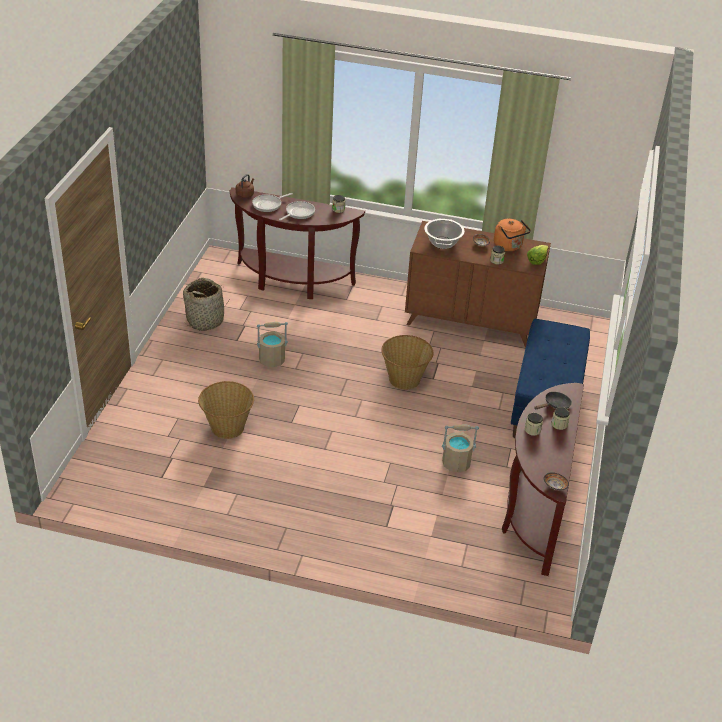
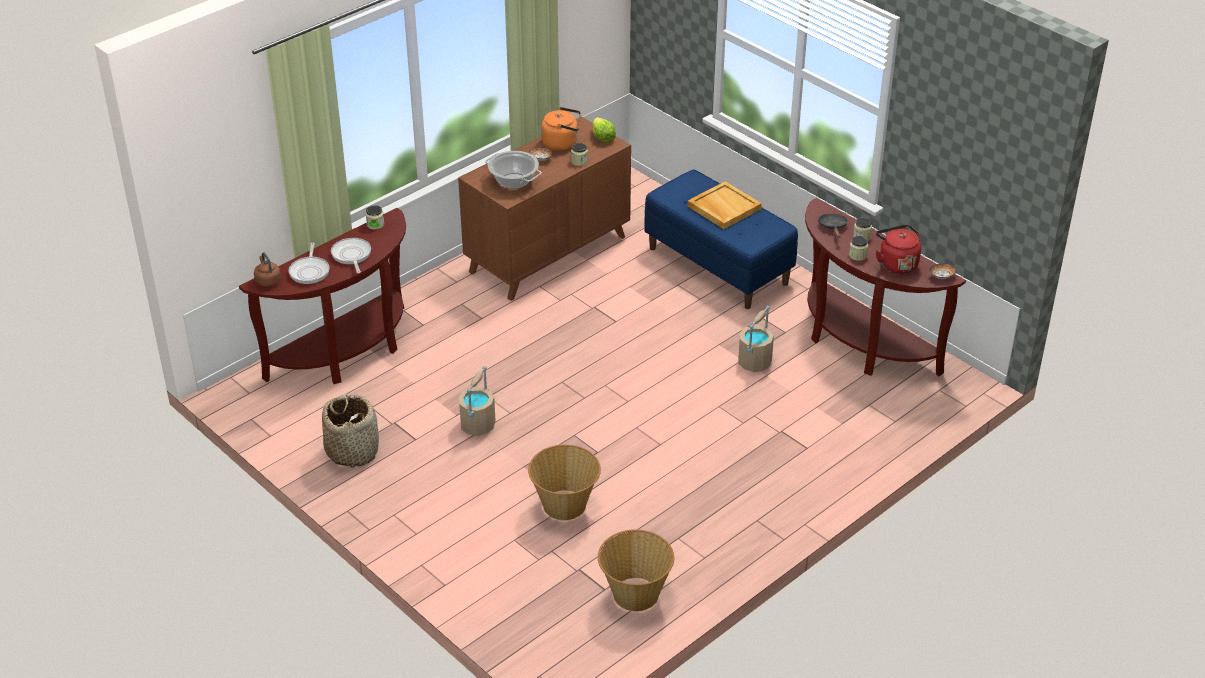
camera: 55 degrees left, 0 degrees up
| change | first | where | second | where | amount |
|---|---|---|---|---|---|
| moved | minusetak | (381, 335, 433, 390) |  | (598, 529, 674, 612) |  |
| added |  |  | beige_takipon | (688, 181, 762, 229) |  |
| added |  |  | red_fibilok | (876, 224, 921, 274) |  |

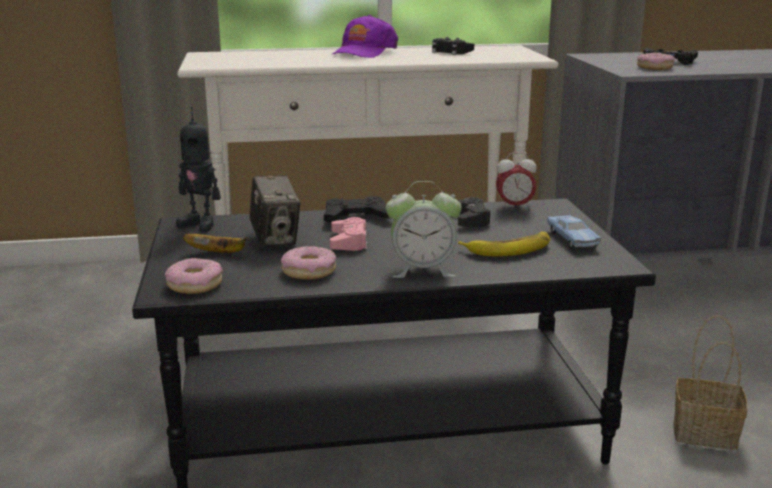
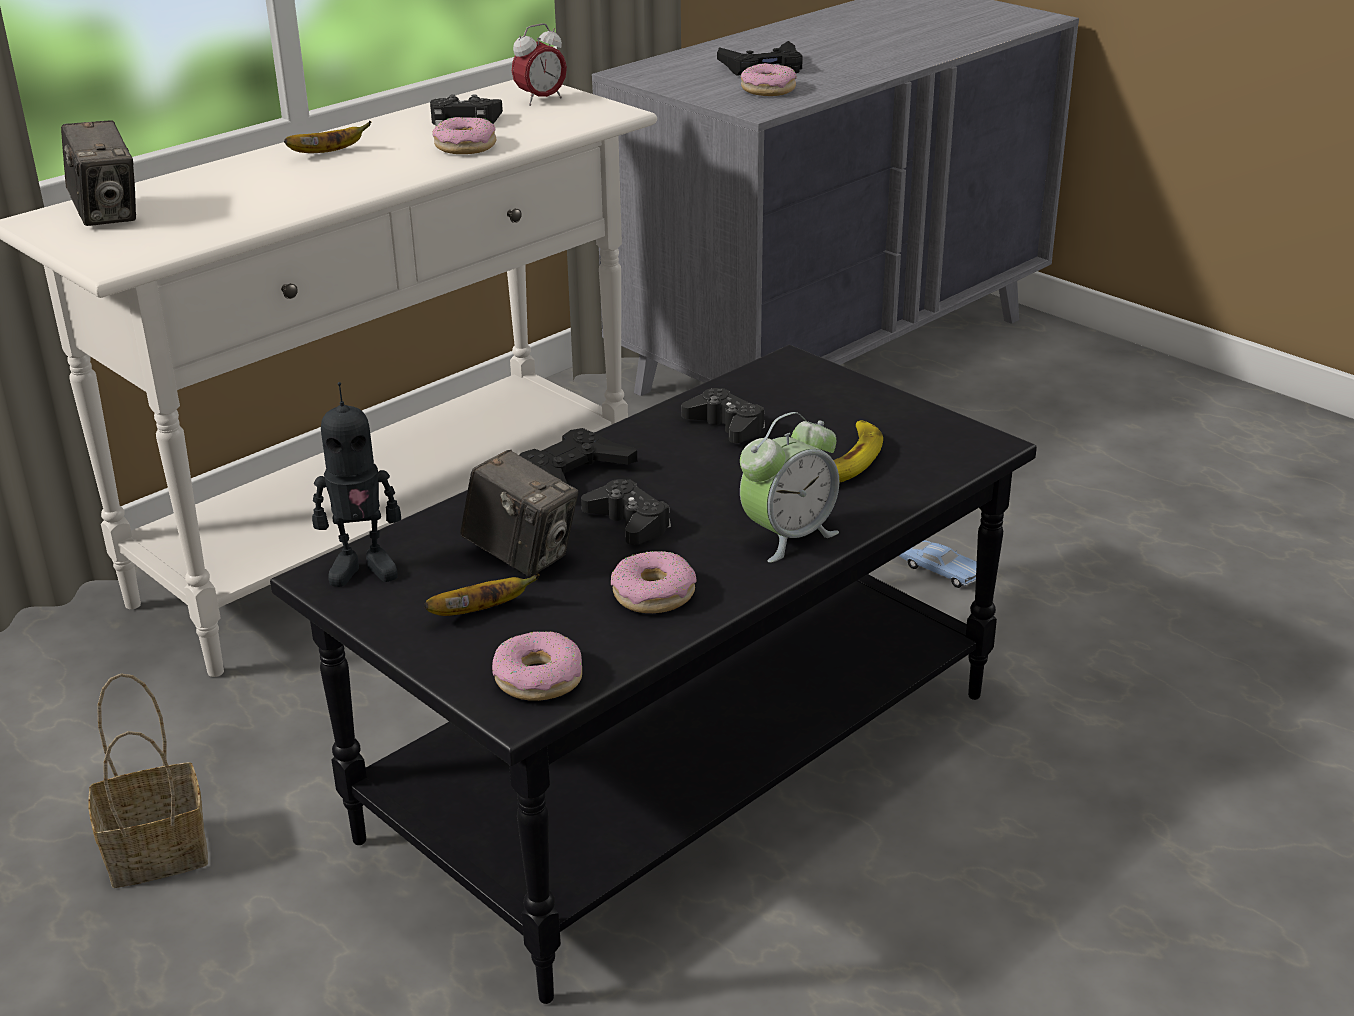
camera: 35 degrees left, 10 degrees up
| change | first | where | second | where | amount |
|---|---|---|---|---|---|
| replaced | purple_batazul | (331, 15, 398, 58) | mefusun | (284, 121, 371, 153) |  |
| moved | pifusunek | (496, 153, 537, 209) |  | (512, 23, 567, 106) |  |
| moved | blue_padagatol | (547, 215, 601, 249) |  | (899, 540, 977, 588) |  |
| recoloured | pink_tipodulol | (330, 217, 368, 251) | black_tipodulol | (581, 479, 671, 545) |  |
| moved | minusetak | (673, 315, 748, 450) |  | (89, 673, 208, 888) |  |
| added |  |  | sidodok | (432, 117, 496, 154) |  |
| added |  |  | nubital | (61, 120, 136, 226) |  |

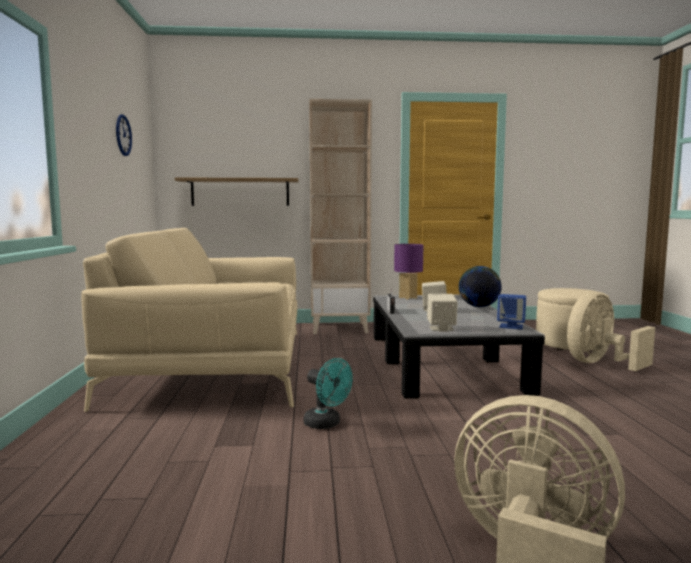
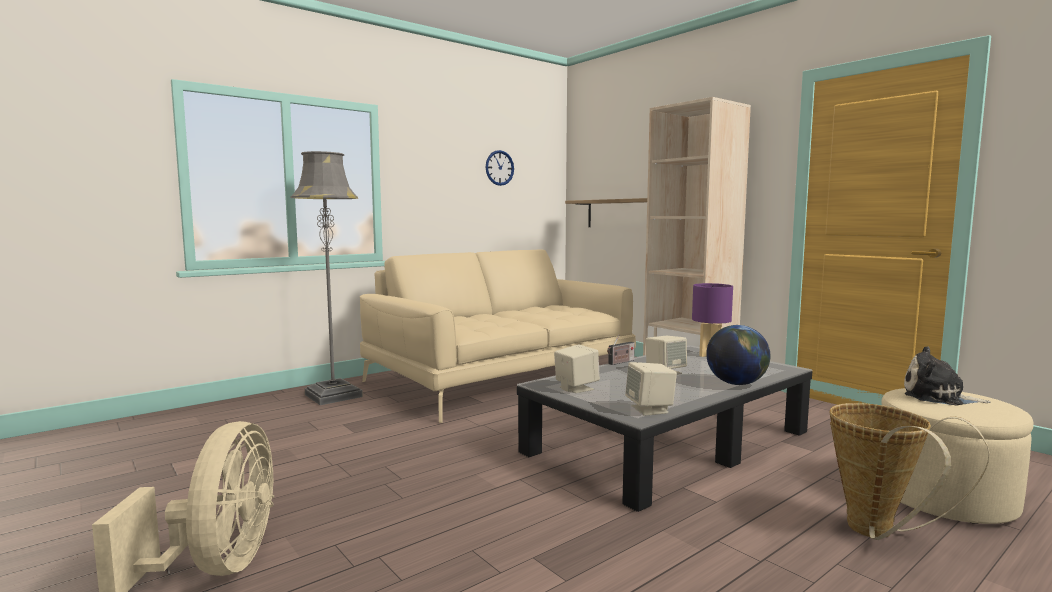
camera: 55 degrees right, 0 degrees up
| change | first | where | second | where | amount |
|---|---|---|---|---|---|
| replaced | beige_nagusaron | (567, 292, 655, 371) | minusetak | (829, 403, 989, 540) |  |
| recoloured | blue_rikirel | (497, 294, 526, 330) | beige_rikirel | (625, 362, 677, 416) |  |
| removed | turquoise_nagusaron | (303, 358, 353, 429) |  |  |  |
| added |  |  | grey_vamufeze | (291, 151, 363, 405) |  |
| added |  |  | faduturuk | (904, 346, 990, 406) |  |

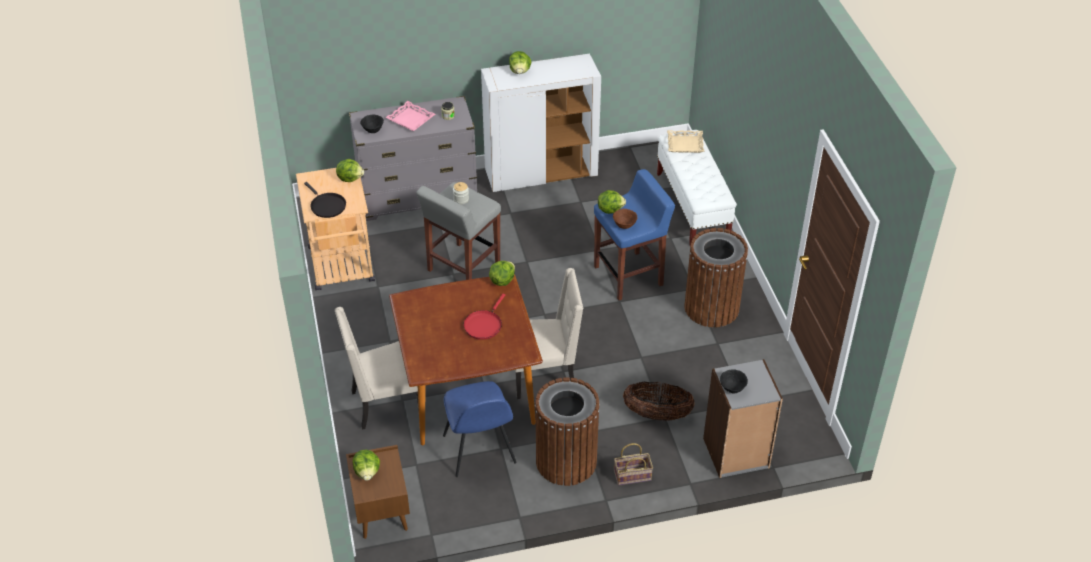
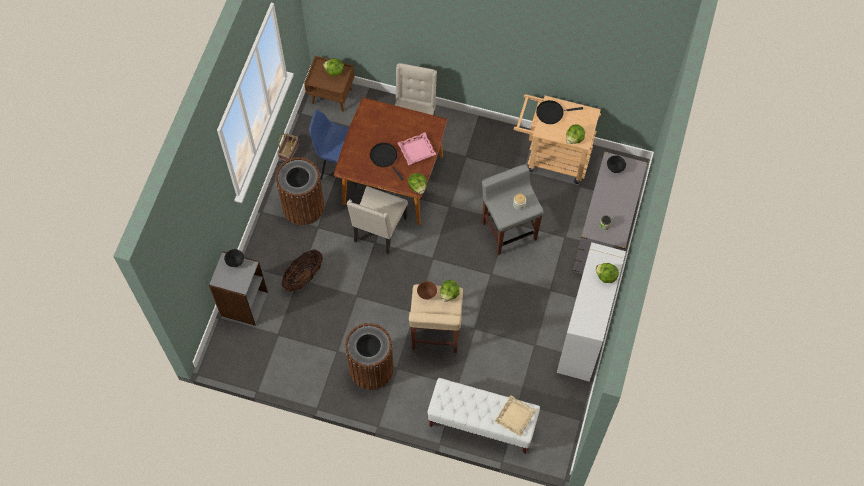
camera: 120 degrees right, 20 degrees up
| change | first | where | second | where | amount |
|---|---|---|---|---|---|
| moved | pink_takipon | (385, 101, 435, 131) |  | (398, 132, 437, 165) |  |
| recoloured | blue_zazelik | (594, 169, 675, 300) | beige_zazelik | (409, 284, 463, 353) |  |
| recoloured | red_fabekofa | (463, 294, 505, 340) | black_fabekofa | (370, 143, 403, 181) |  |
| moved | minusetak | (614, 443, 653, 486) |  | (277, 133, 299, 161) |  |

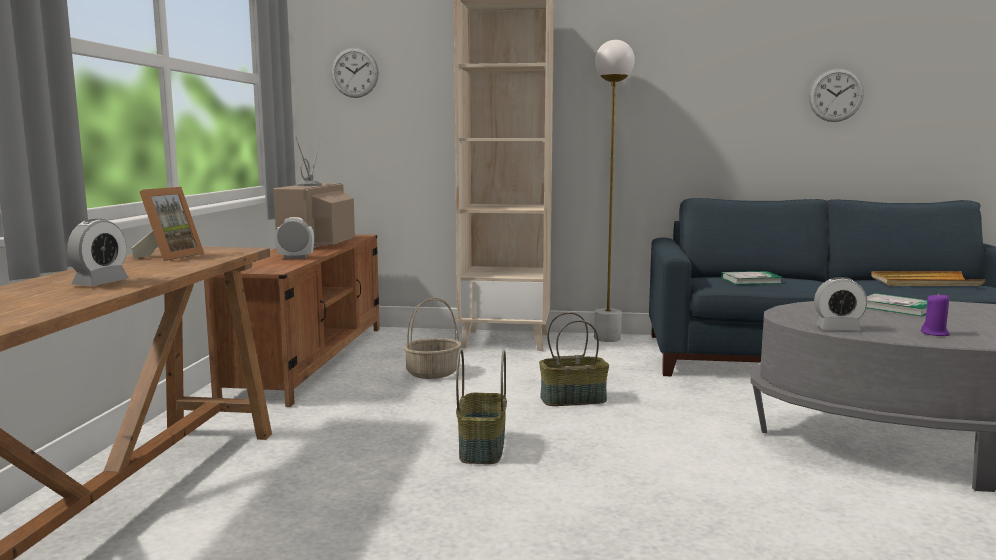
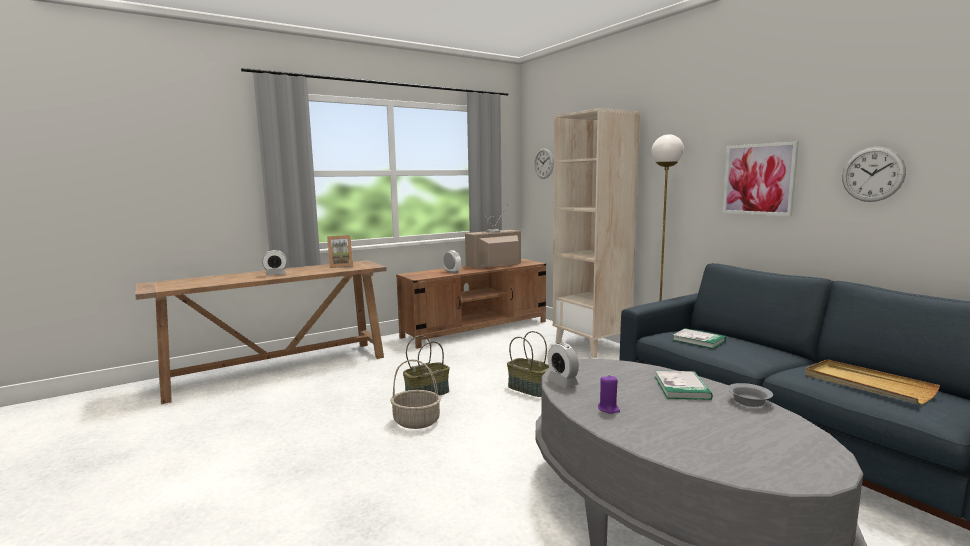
camera: 50 degrees right, 0 degrees up
| change | first | where | second | where | amount |
|---|---|---|---|---|---|
| moved | minusetak | (404, 298, 462, 379) |  | (390, 359, 441, 429) |  |
| added |  |  | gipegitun | (723, 141, 799, 216) |  |
| added |  |  | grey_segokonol | (728, 383, 773, 407) |  |

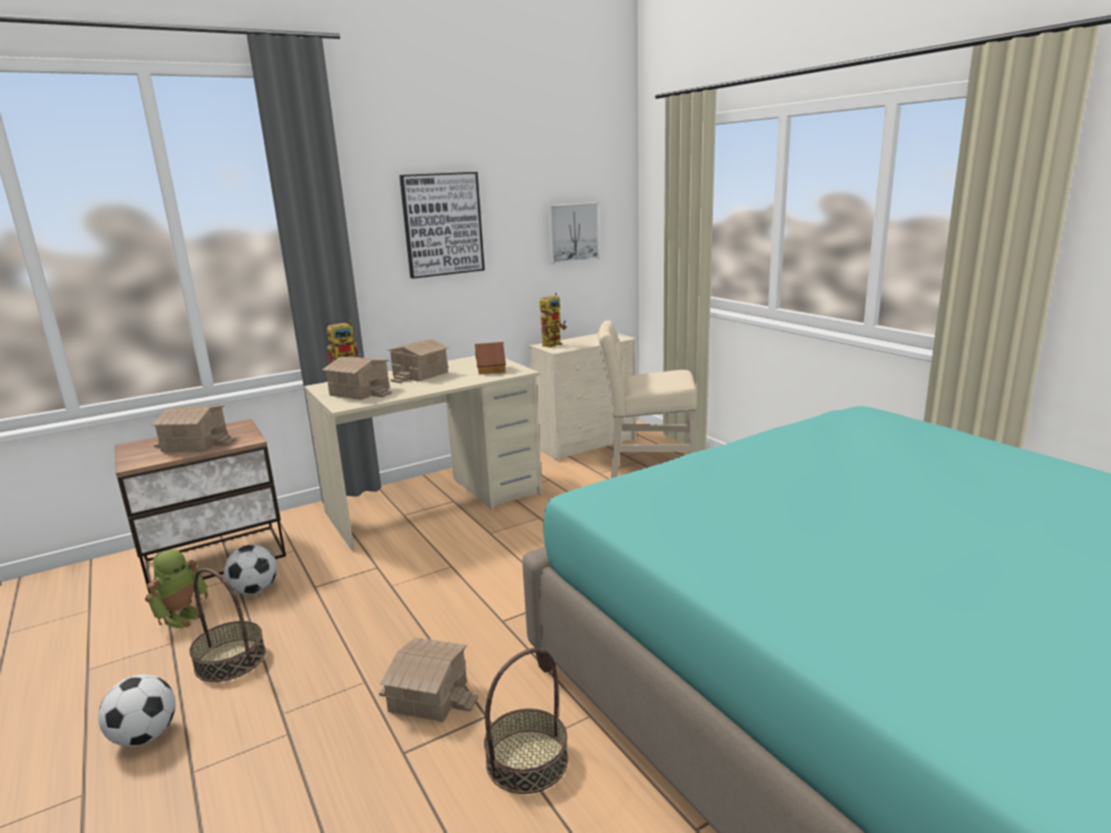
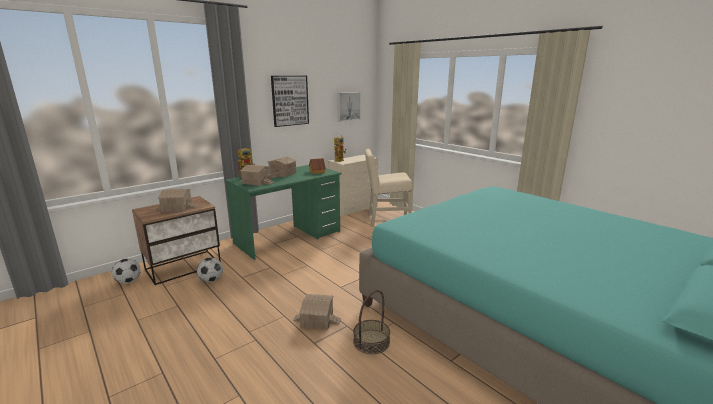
camera: 10 degrees left, 0 degrees up
| change | first | where | second | where | amount |
|---|---|---|---|---|---|
| recoloured | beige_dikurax | (304, 356, 542, 550) | green_dikurax | (225, 165, 341, 260) |  |
| removed | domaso | (145, 550, 208, 628) |  |  |  |
| removed | minusetak | (189, 568, 266, 682) |  |  |  |
| moved | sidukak | (98, 675, 176, 747) |  | (112, 259, 141, 284) |  |

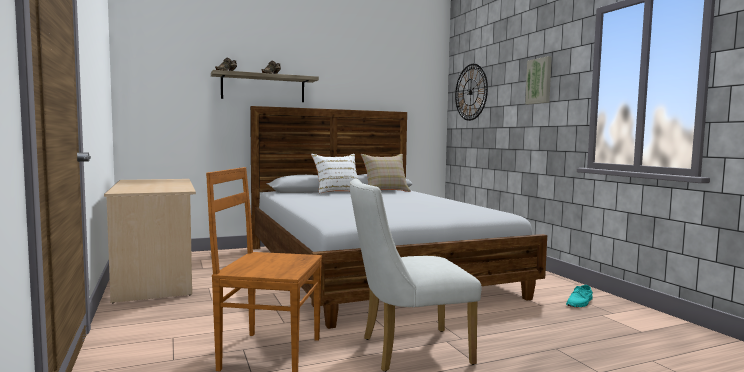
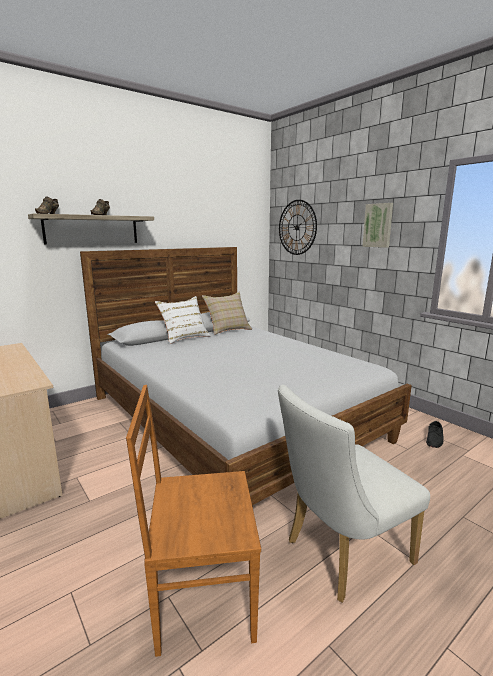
camera: 15 degrees left, 10 degrees up
| change | first | where | second | where | amount |
|---|---|---|---|---|---|
| recoloured | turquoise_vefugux | (566, 285, 593, 307) | black_vefugux | (426, 421, 444, 448) |  |

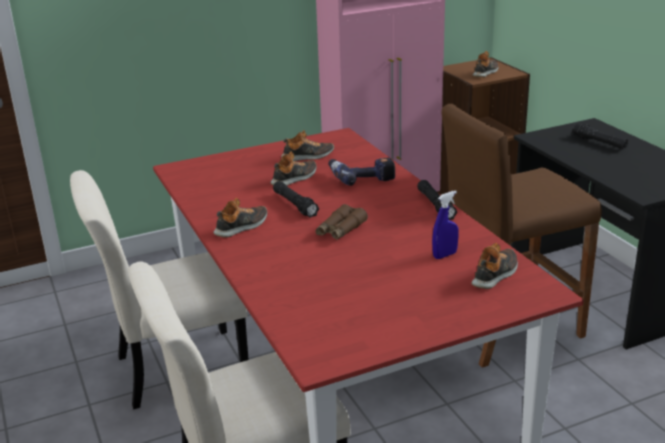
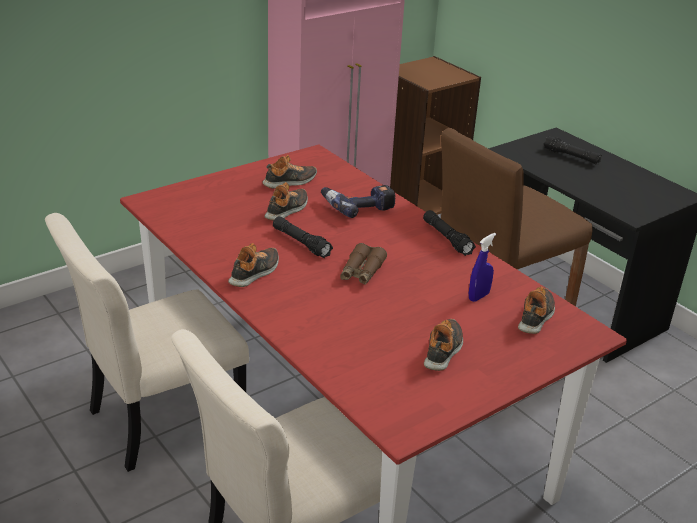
camera: 15 degrees left, 5 degrees up
| change | first | where | second | where | amount |
|---|---|---|---|---|---|
| moved | vefugux | (473, 51, 498, 77) |  | (424, 319, 463, 371) |  |

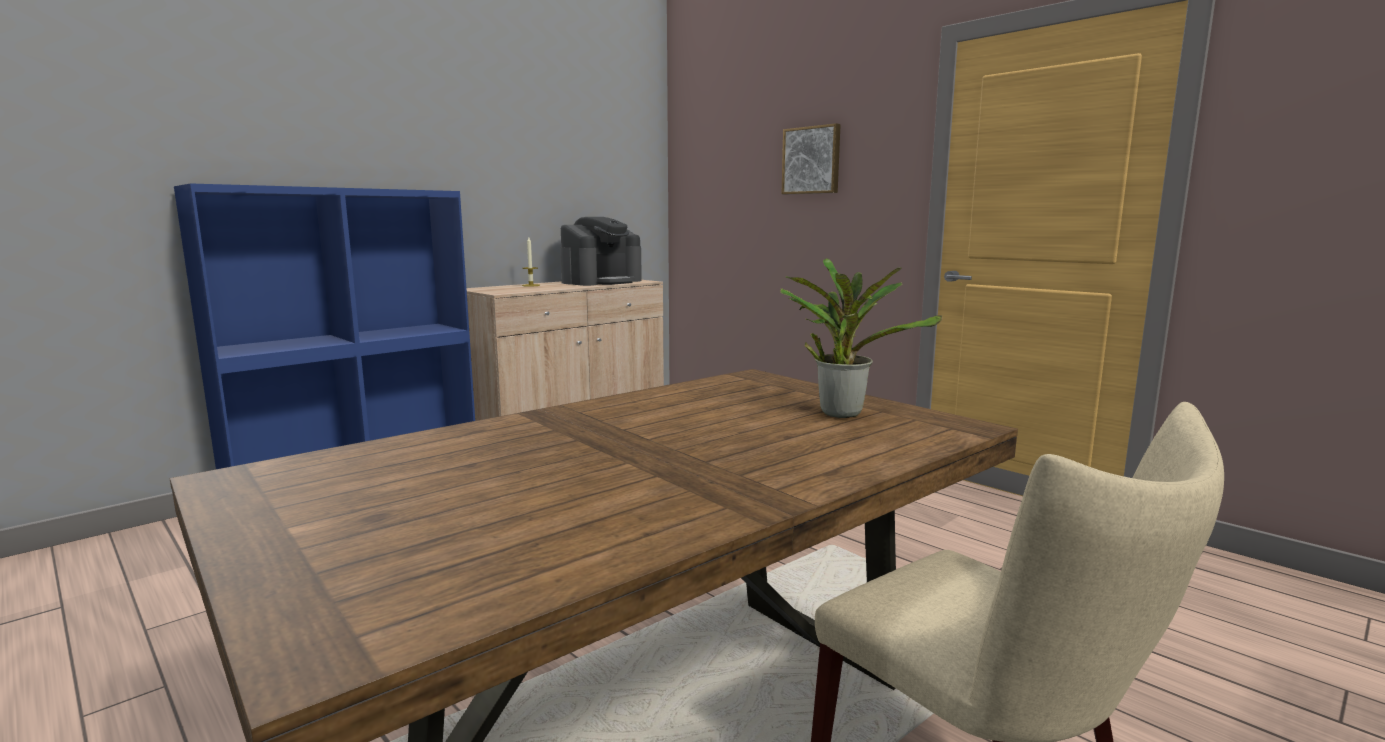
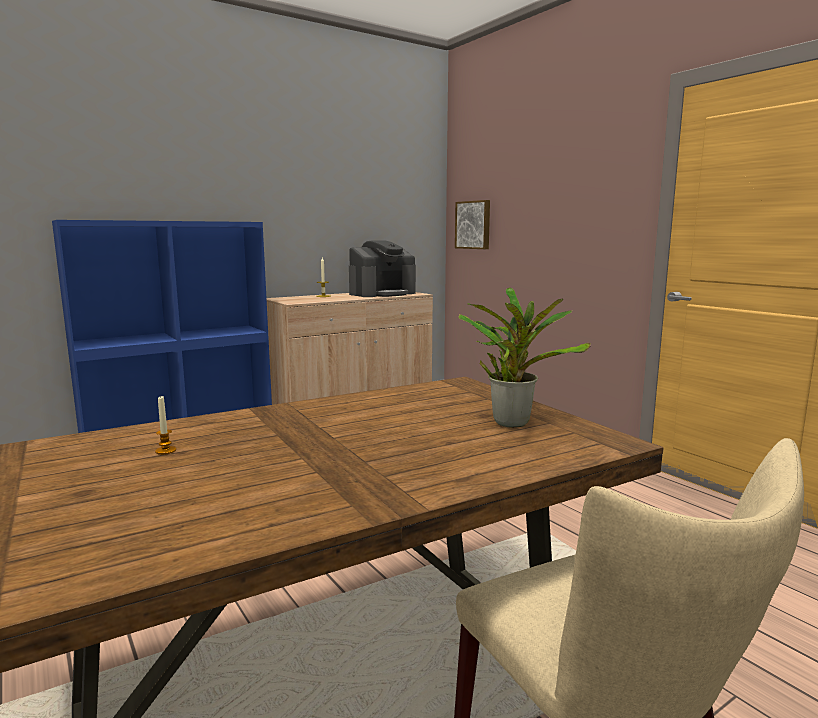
camera: 10 degrees right, 0 degrees up
| change | first | where | second | where | amount |
|---|---|---|---|---|---|
| moved | gipegitun | (781, 123, 841, 194) |  | (455, 200, 490, 249) |  |
| added |  |  | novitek | (155, 395, 176, 455) |  |

